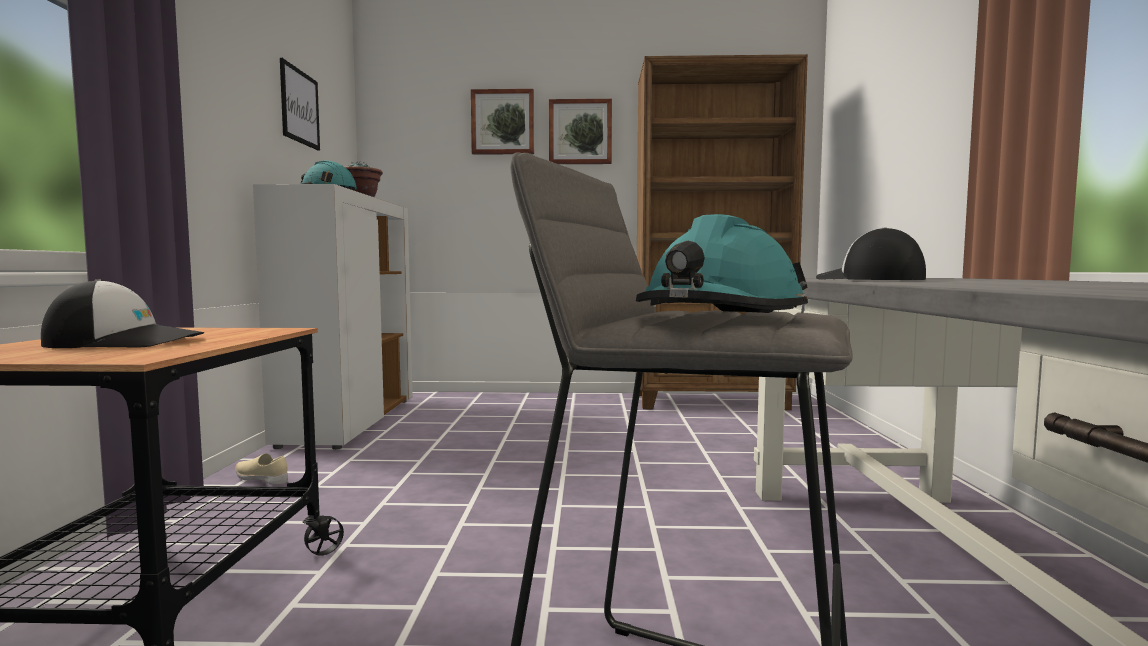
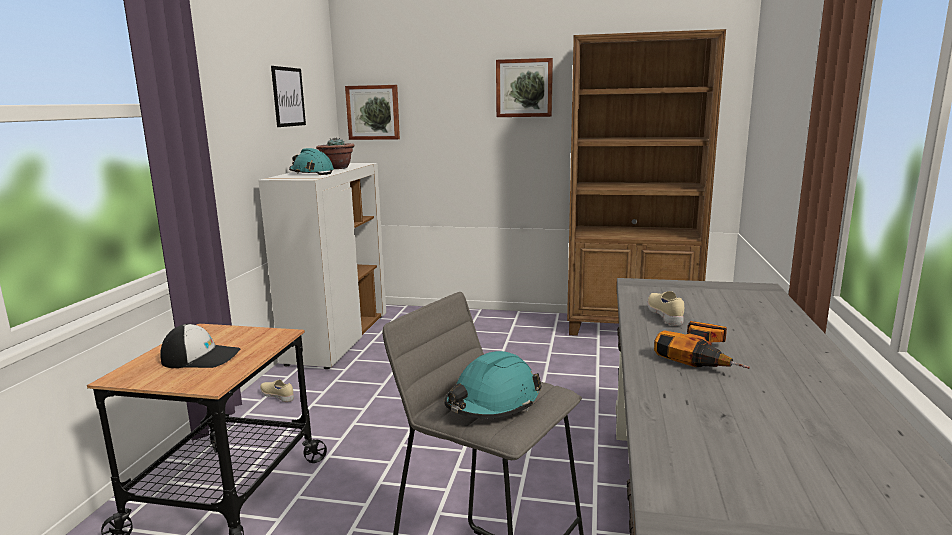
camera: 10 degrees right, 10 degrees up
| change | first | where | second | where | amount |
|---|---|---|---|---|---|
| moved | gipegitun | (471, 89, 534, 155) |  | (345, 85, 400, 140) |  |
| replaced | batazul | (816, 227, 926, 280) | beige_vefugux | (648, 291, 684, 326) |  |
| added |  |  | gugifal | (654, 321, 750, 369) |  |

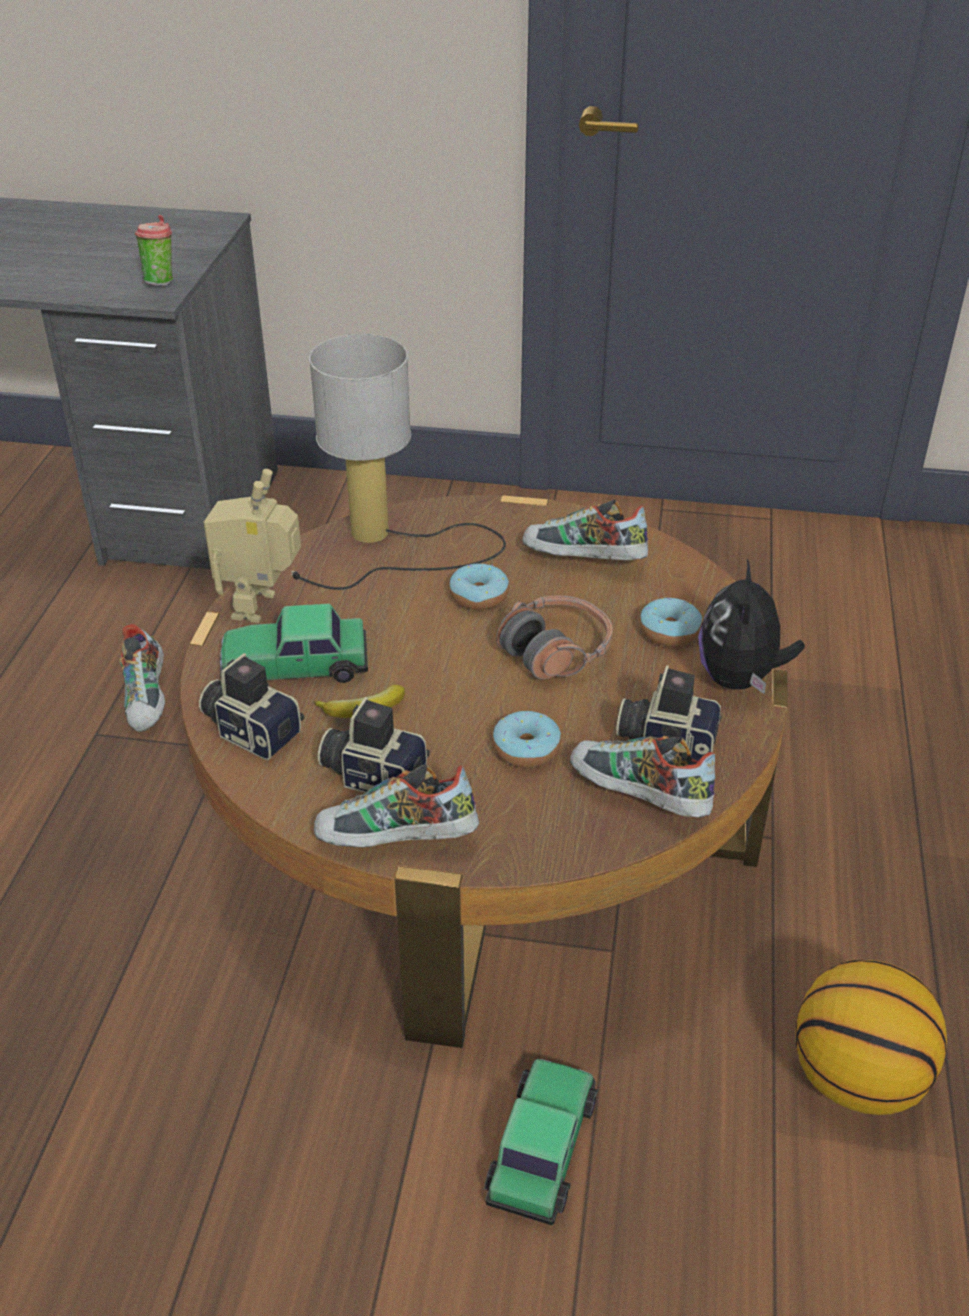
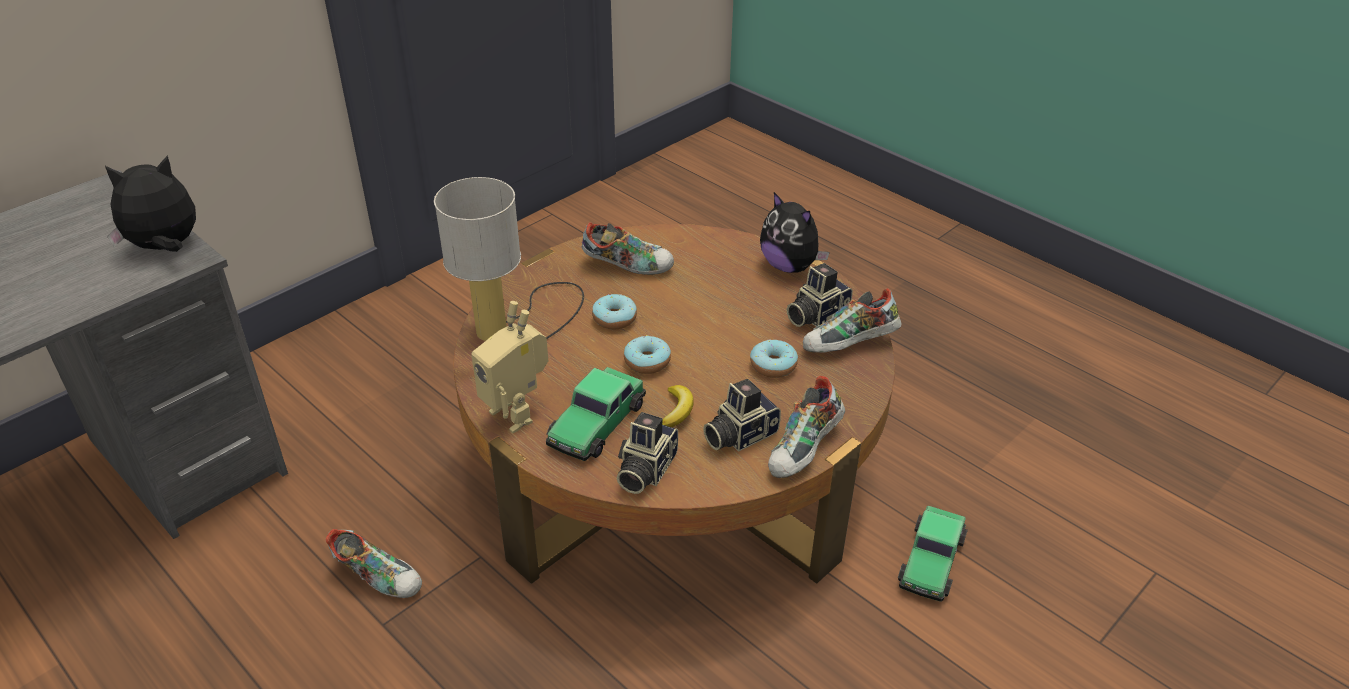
camera: 55 degrees left, 0 degrees up
| change | first | where | second | where | amount |
|---|---|---|---|---|---|
| replaced | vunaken | (135, 215, 173, 286) | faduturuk | (105, 155, 196, 252) |  |
| turned | vefugux | (522, 499, 649, 560) |  | (582, 222, 674, 275) | 135 degrees counterclockwise |
| removed | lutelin | (496, 596, 613, 680) |  |  |  |
| moved | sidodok | (640, 598, 702, 647) |  | (624, 335, 671, 374) |  |
| turned | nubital | (199, 653, 304, 760) |  | (617, 412, 678, 494) | 45 degrees counterclockwise |
| removed | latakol | (795, 960, 947, 1115) |  |  |  |
| turned | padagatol | (484, 1059, 598, 1225) |  | (898, 506, 968, 602) | 120 degrees counterclockwise |

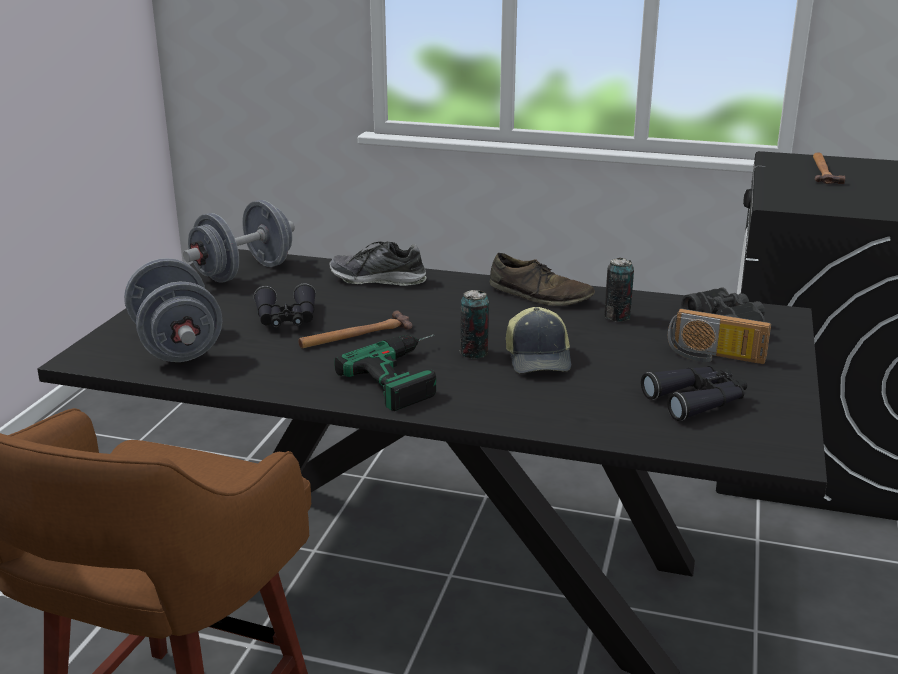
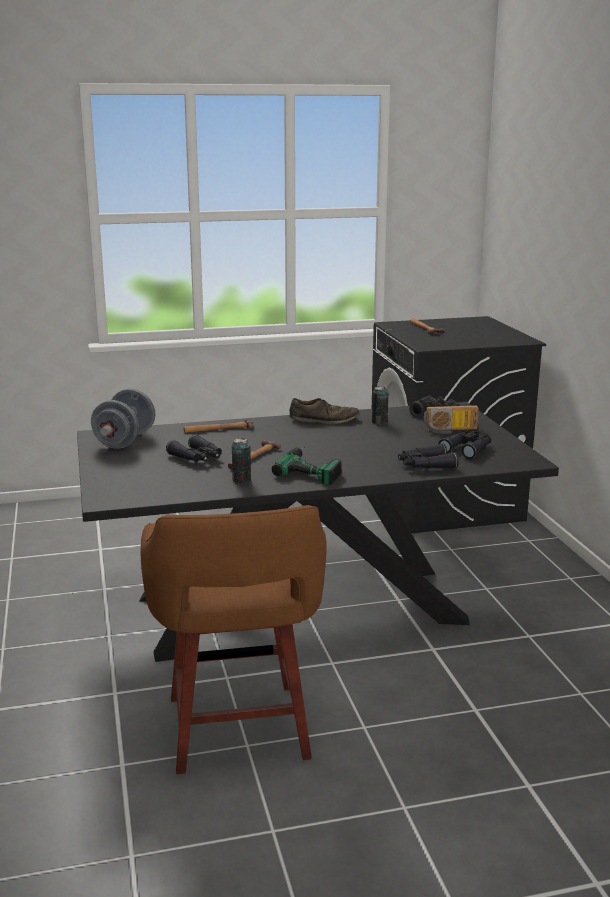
camera: 30 degrees left, 5 degrees down
| change | first | where | second | where | amount |
|---|---|---|---|---|---|
| replaced | vefugux | (329, 241, 427, 286) | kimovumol | (184, 418, 253, 433) |  |
| removed | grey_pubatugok | (124, 258, 222, 362) |  |  |  |
| moved | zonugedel | (460, 290, 489, 359) |  | (232, 438, 251, 484) |  |
| removed | batazul | (506, 307, 571, 374) |  |  |  |
| added |  |  | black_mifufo | (398, 443, 459, 468) |  |

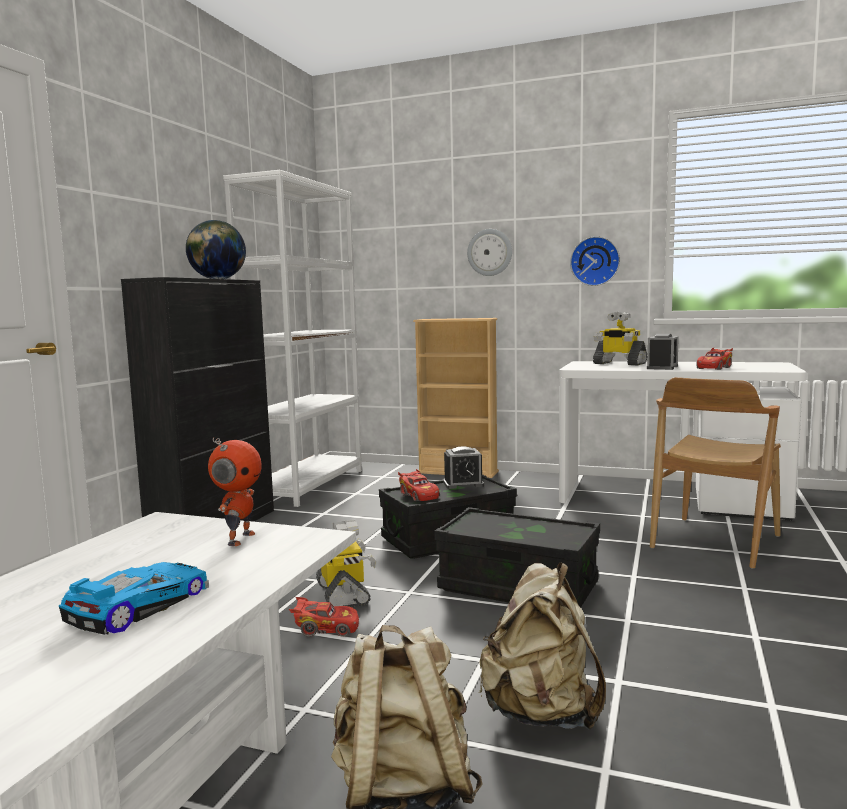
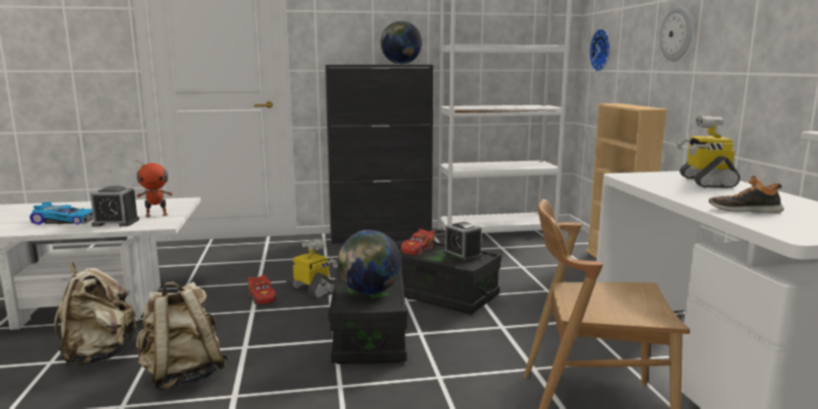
camera: 60 degrees right, 5 degrees up
| change | first | where | second | where | amount |
|---|---|---|---|---|---|
| moved | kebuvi | (570, 236, 620, 286) |  | (589, 29, 610, 72) |  |
| moved | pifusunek | (647, 334, 679, 370) |  | (90, 186, 139, 227) |  |
| replaced | red_padagatol | (696, 348, 733, 370) | vefugux | (709, 175, 784, 213) |  |
| turned | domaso | (316, 519, 376, 607) |  | (286, 239, 338, 299) | 90 degrees counterclockwise |
| added |  |  | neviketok | (338, 230, 401, 295) |  |

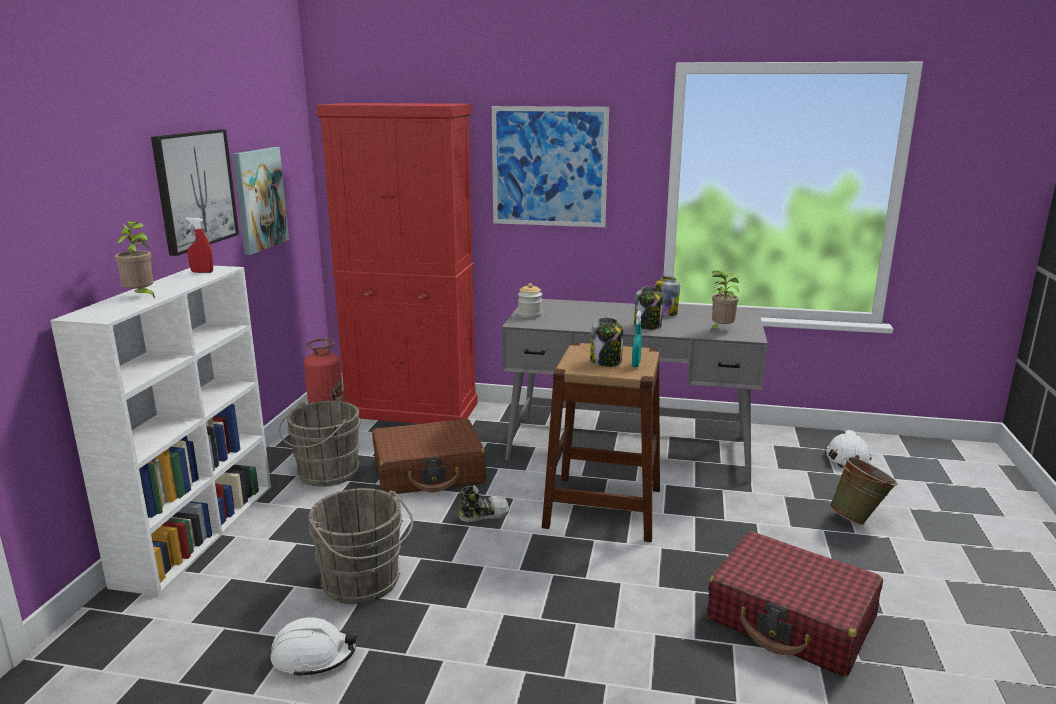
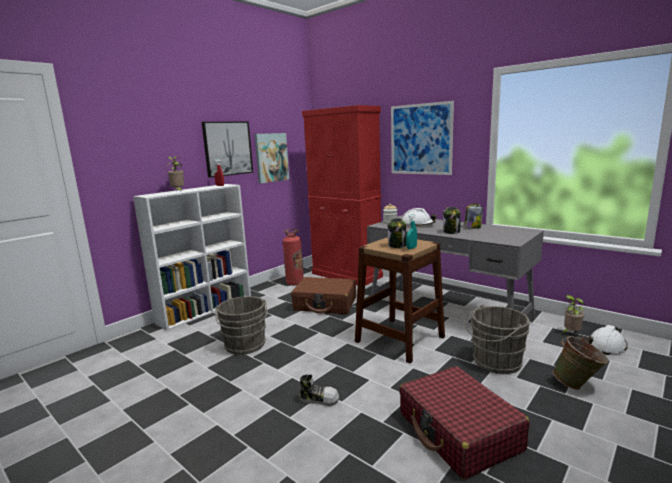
camera: 30 degrees right, 5 degrees down
| change | first | where | second | where | amount |
|---|---|---|---|---|---|
| moved | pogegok | (710, 271, 739, 331) |  | (562, 295, 585, 333) |  |
| moved | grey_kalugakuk | (278, 401, 361, 487) |  | (464, 304, 530, 374) |  |
| moved | vefugux | (458, 485, 509, 522) |  | (299, 374, 339, 406) |  |
| moved | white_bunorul | (270, 617, 357, 678) |  | (402, 208, 437, 226) |  |

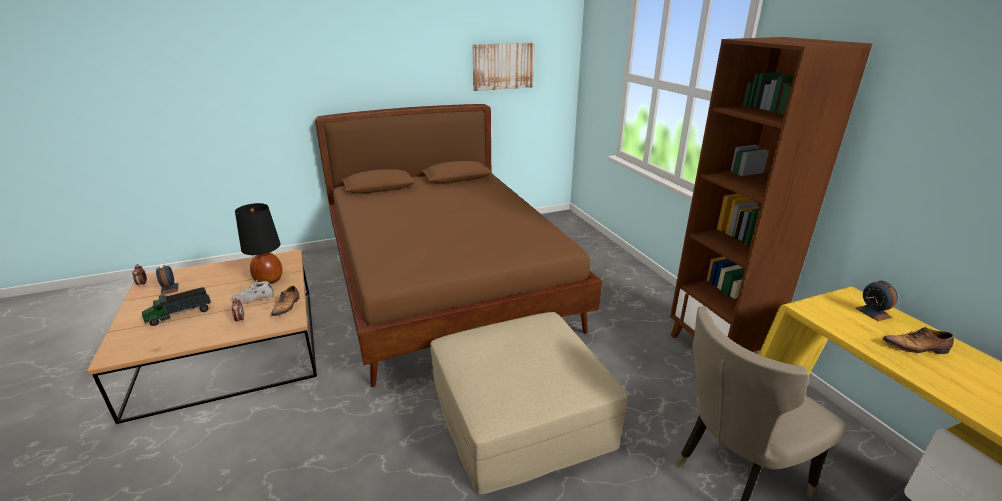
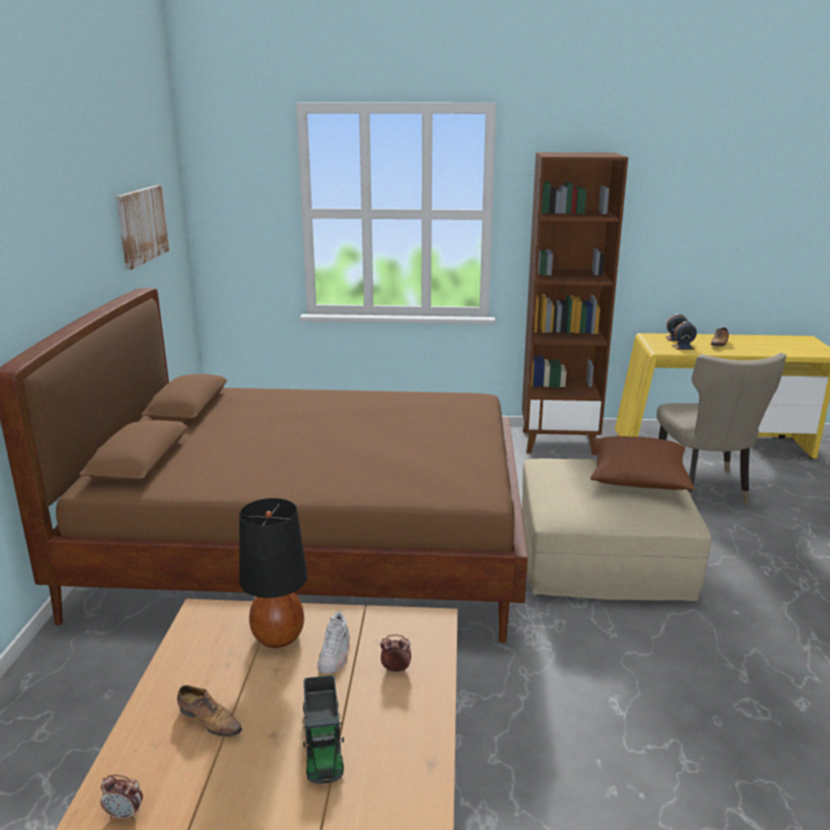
camera: 65 degrees left, 5 degrees down
| change | first | where | second | where | amount |
|---|---|---|---|---|---|
| moved | pifusunek | (156, 265, 178, 295) |  | (672, 321, 697, 350) |  |
| moved | vefugux | (271, 286, 300, 316) |  | (177, 685, 242, 737) |  |
| added |  |  | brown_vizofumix | (591, 436, 695, 490) |  |

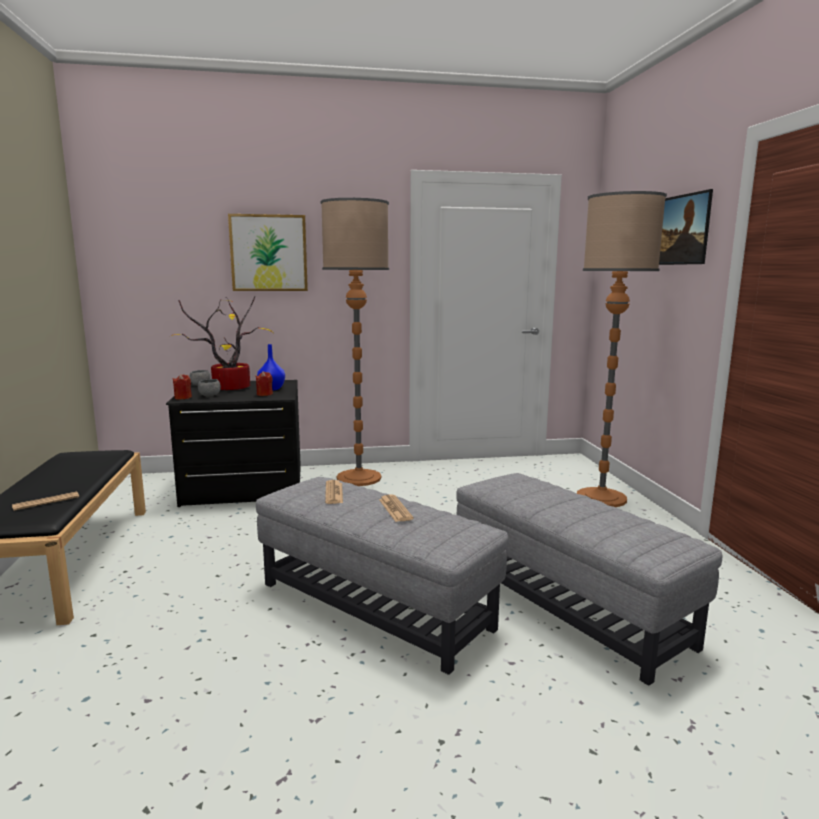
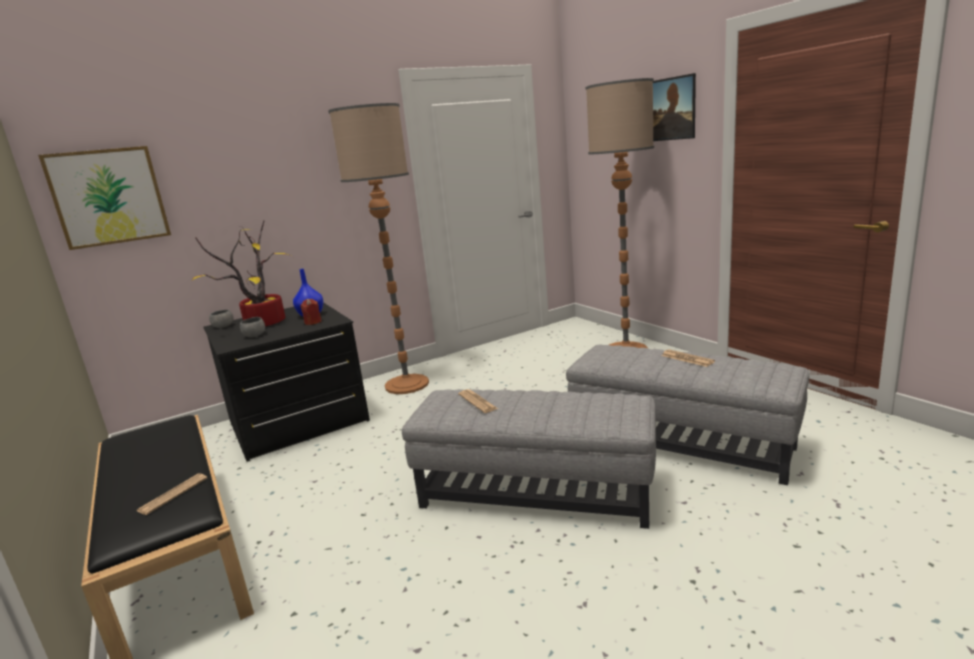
camera: 20 degrees left, 5 degrees up
| change | first | where | second | where | amount |
|---|---|---|---|---|---|
| moved | gipegitun | (228, 214, 308, 291) |  | (38, 146, 171, 250) |  |
| removed | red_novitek | (173, 374, 192, 399) |  |  |  |
| moved | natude | (379, 495, 414, 522) |  | (662, 349, 715, 367) |  |

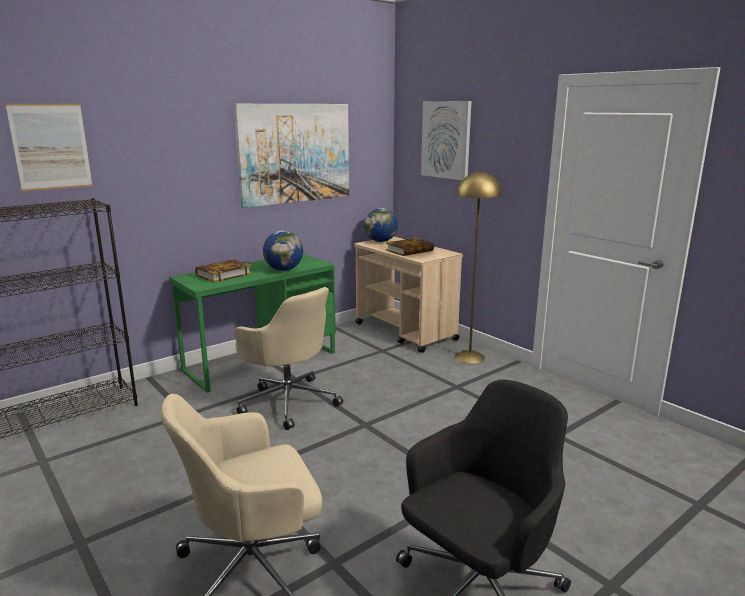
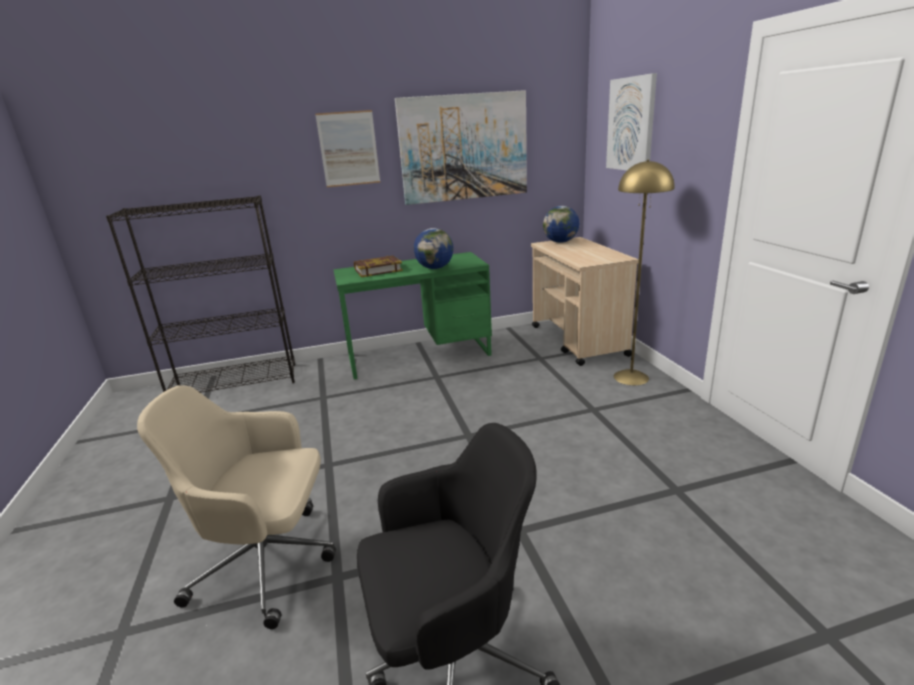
camera: 25 degrees right, 5 degrees up
| change | first | where | second | where | amount |
|---|---|---|---|---|---|
| moved | gipegitun | (6, 104, 93, 191) |  | (315, 110, 380, 187) |  |
| removed | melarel | (386, 238, 434, 256) |  |  |  |
| removed | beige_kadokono | (234, 287, 343, 430) |  |  |  |

